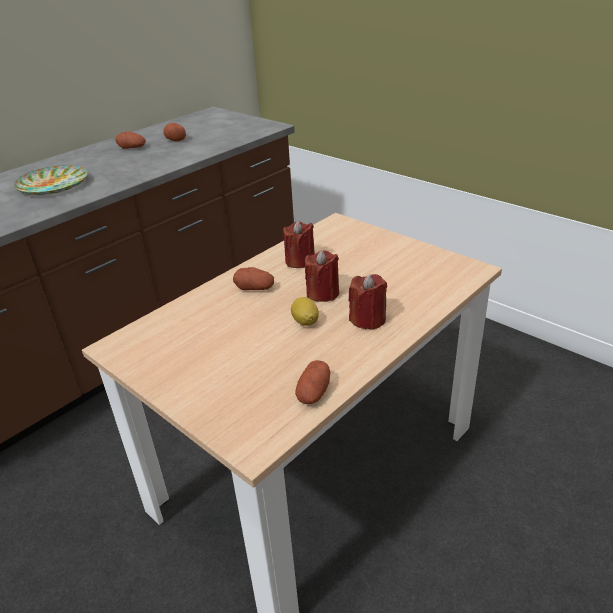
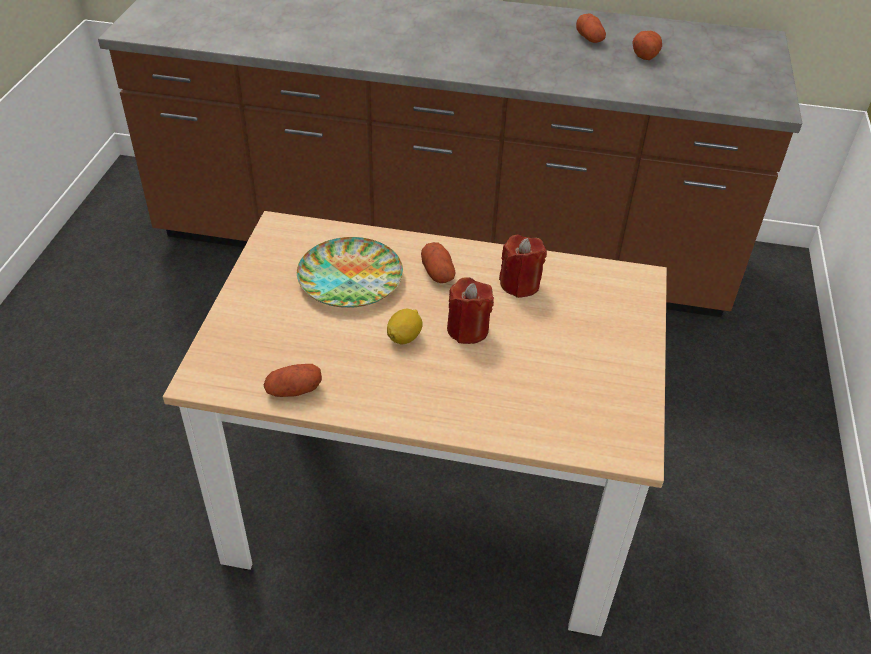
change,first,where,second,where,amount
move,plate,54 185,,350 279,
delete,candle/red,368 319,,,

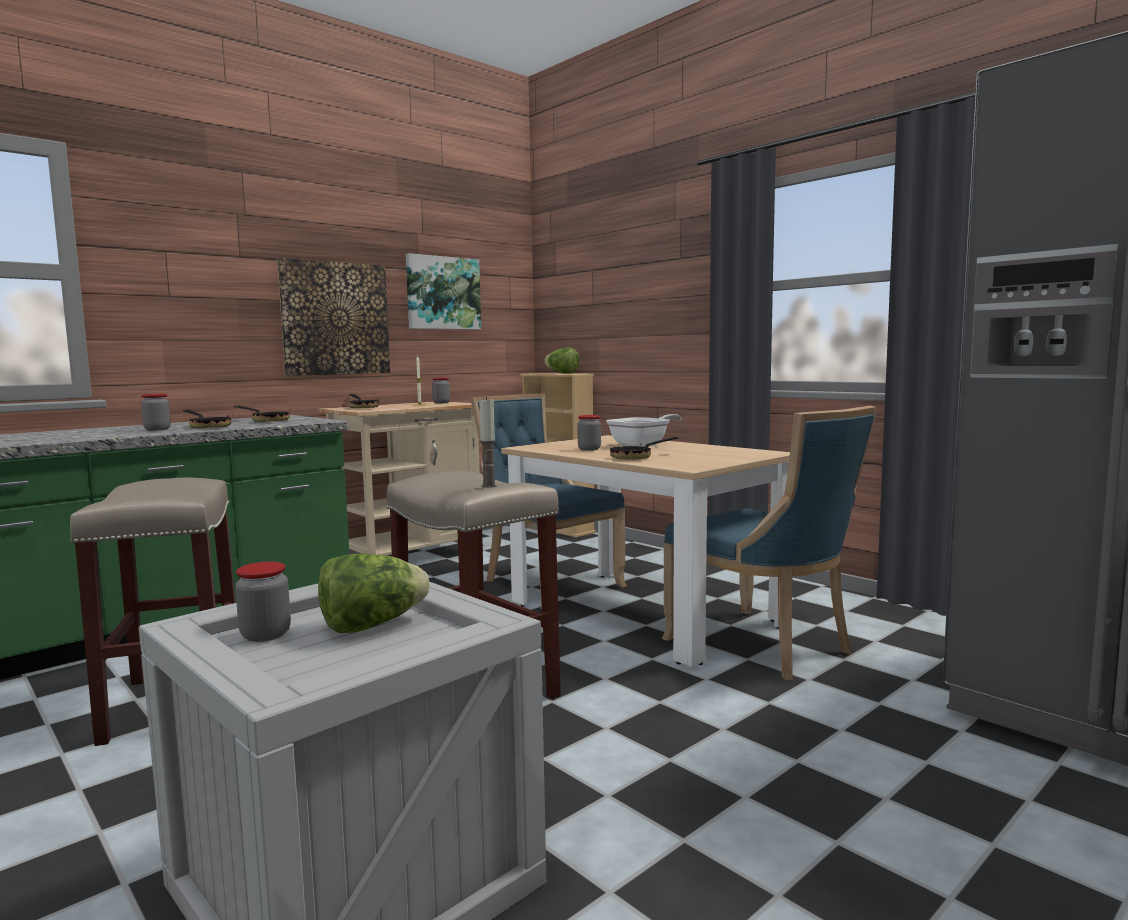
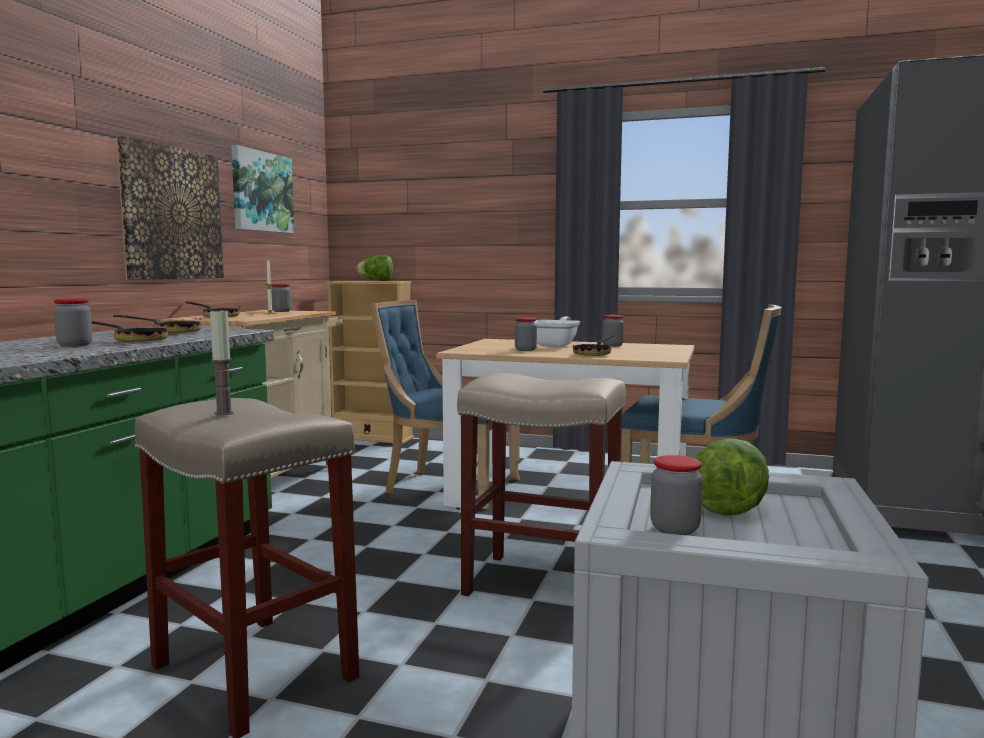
change,first,where,second,where,amount
move,candle,489 486,,224 413,
insert,,,jar,612 345,

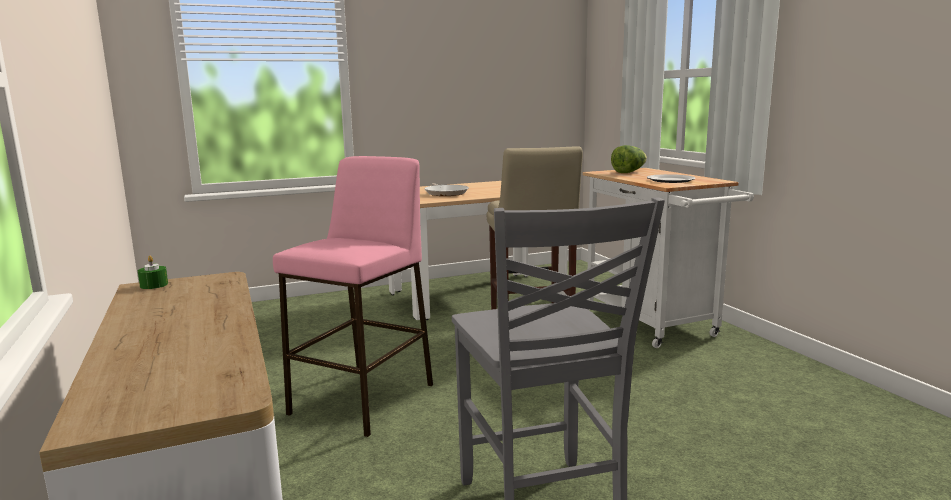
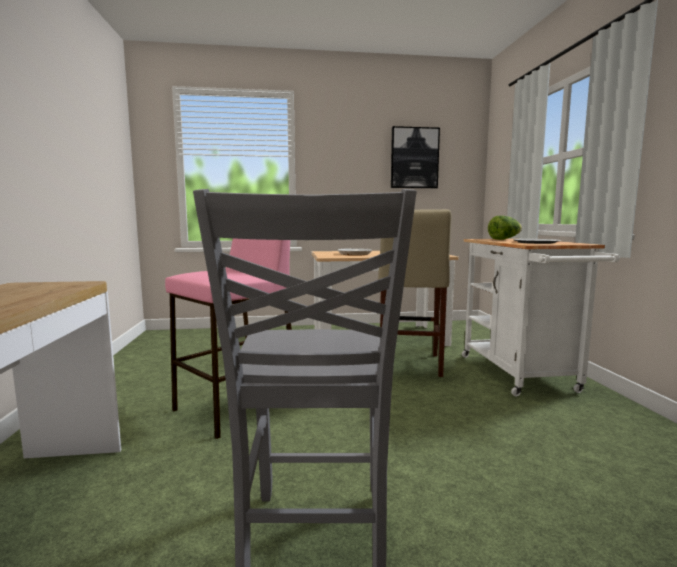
change,first,where,second,where,amount
delete,candle/green,154 285,,,
insert,,,picture,414 158,

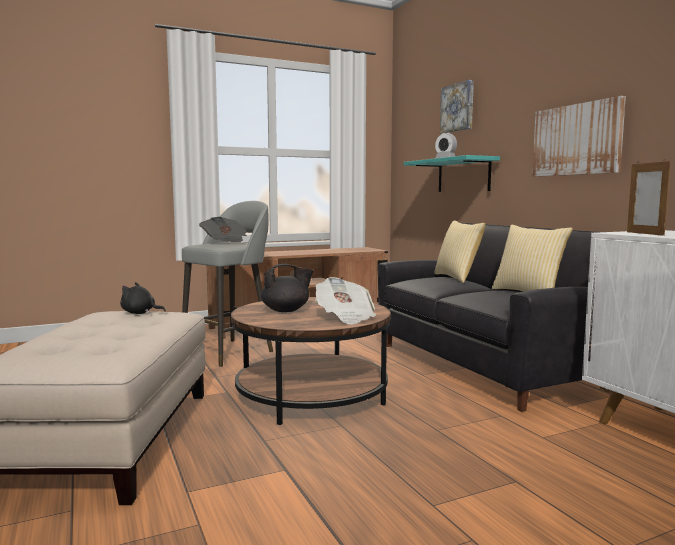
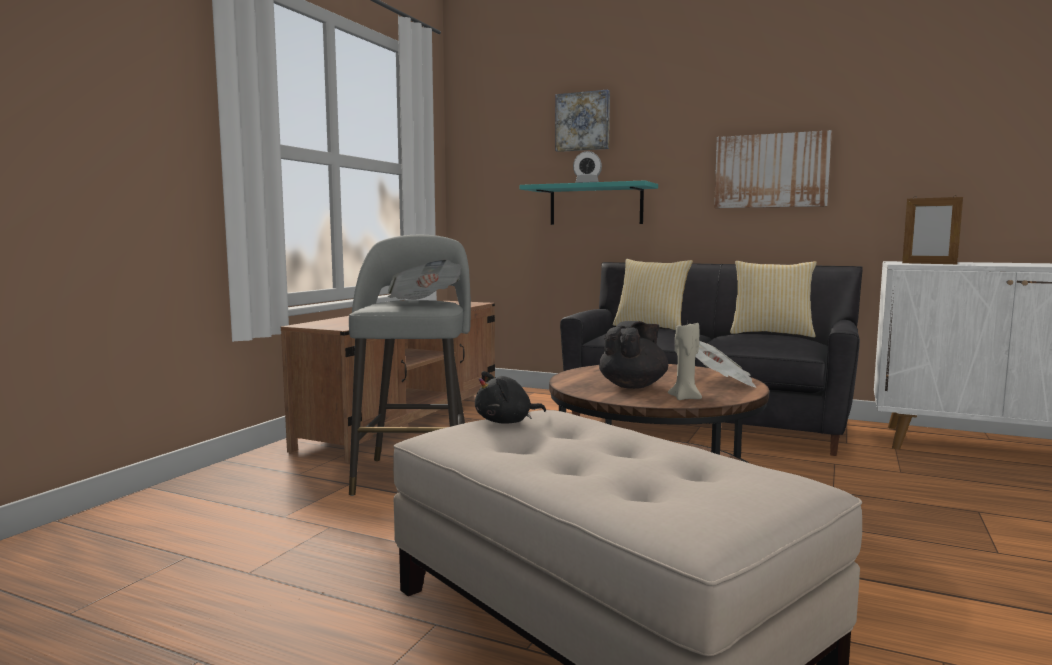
change,first,where,second,where,amount
insert,,,candle/beige,685 398,

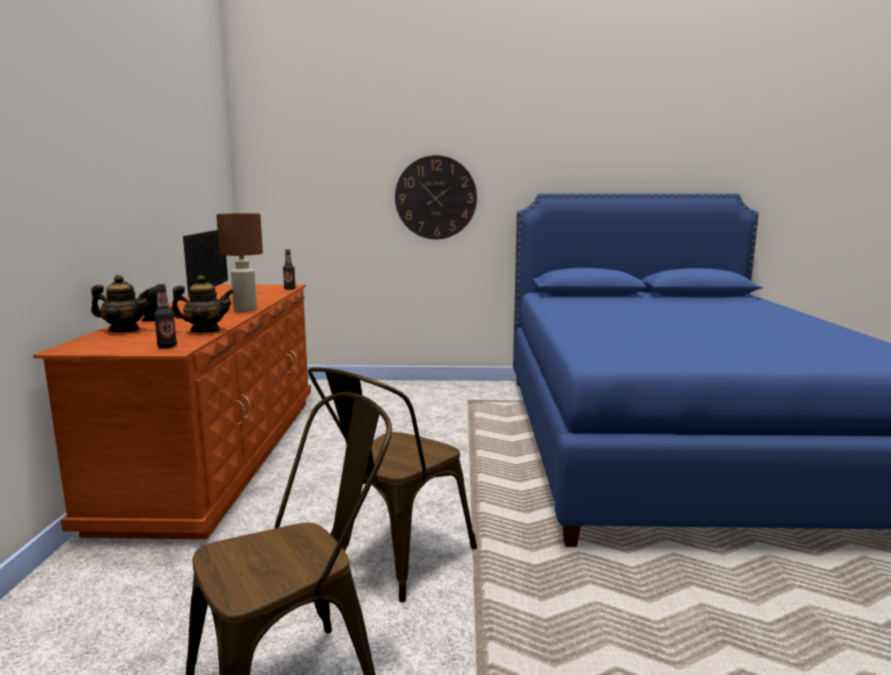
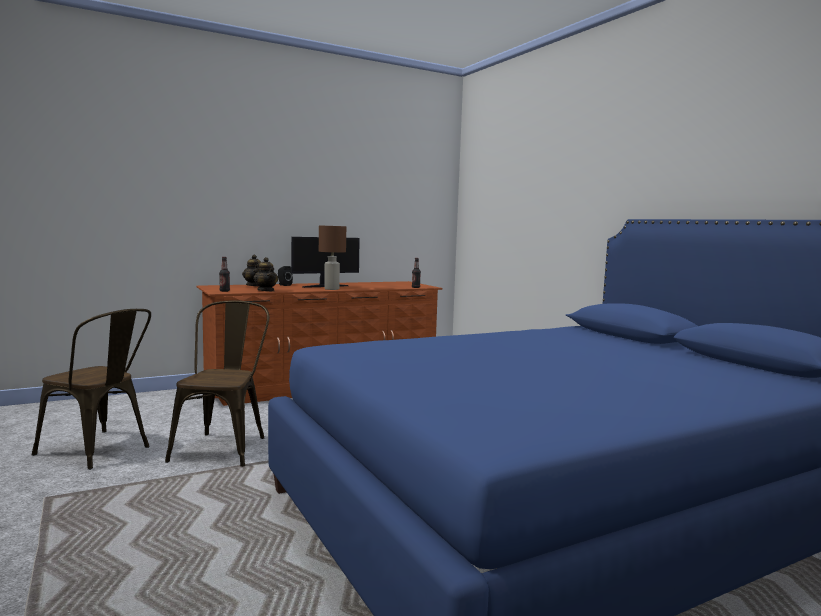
change,first,where,second,where,amount
delete,wall clock,435 197,,,
rotate,chair/brown,392 562,,224 446,90 degrees clockwise

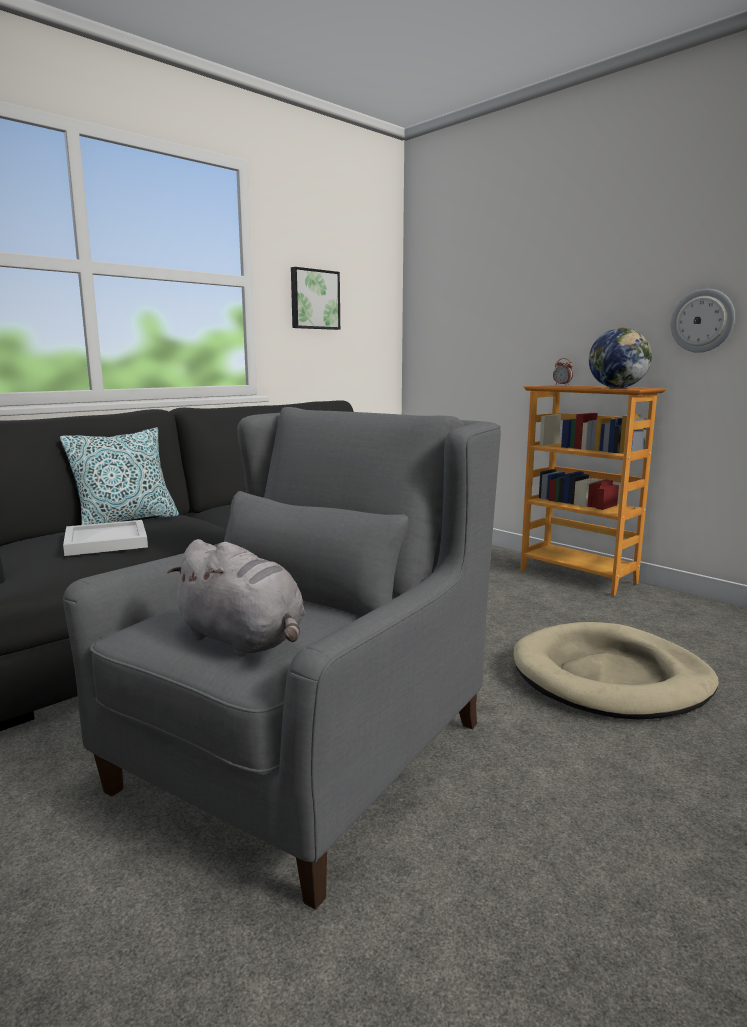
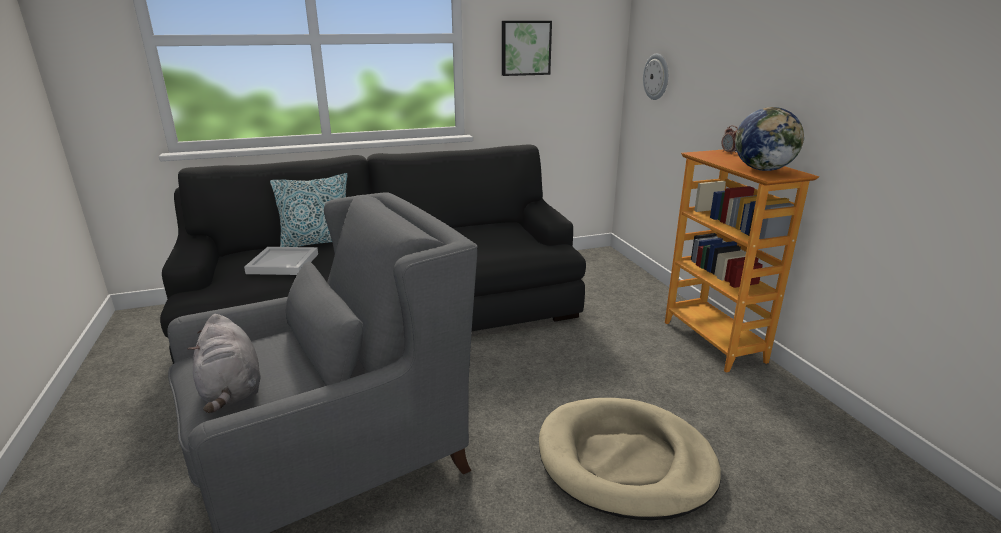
change,first,where,second,where,amount
move,wall clock,702 321,,656 77,

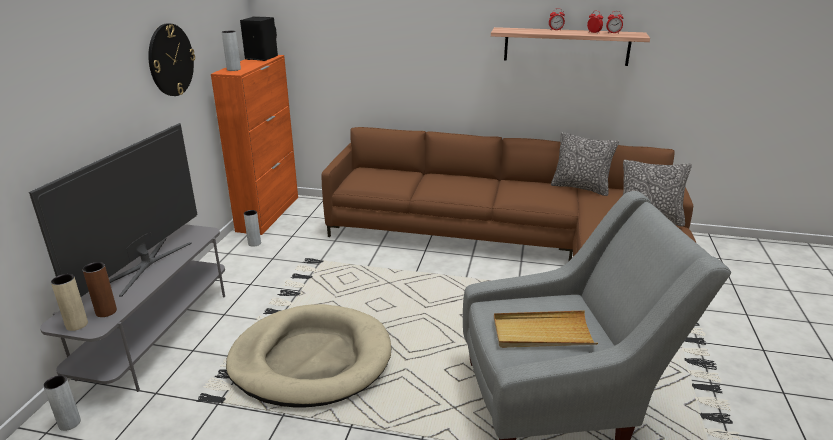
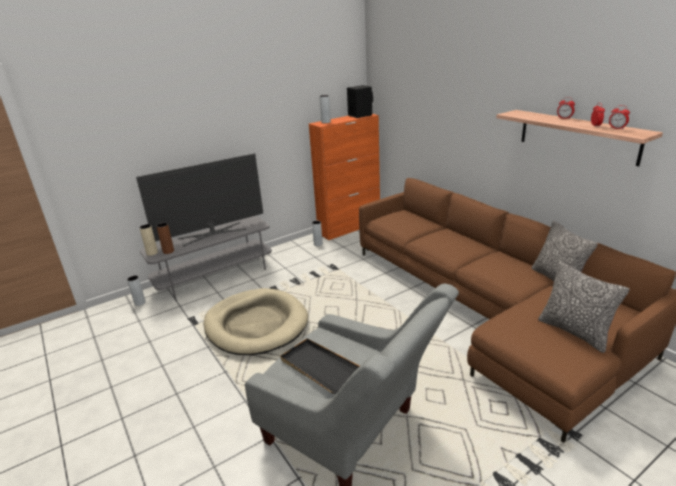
change,first,where,second,where,amount
delete,wall clock,170 60,,,
recolor,tray/beige,542 333,tray/black,319 367,

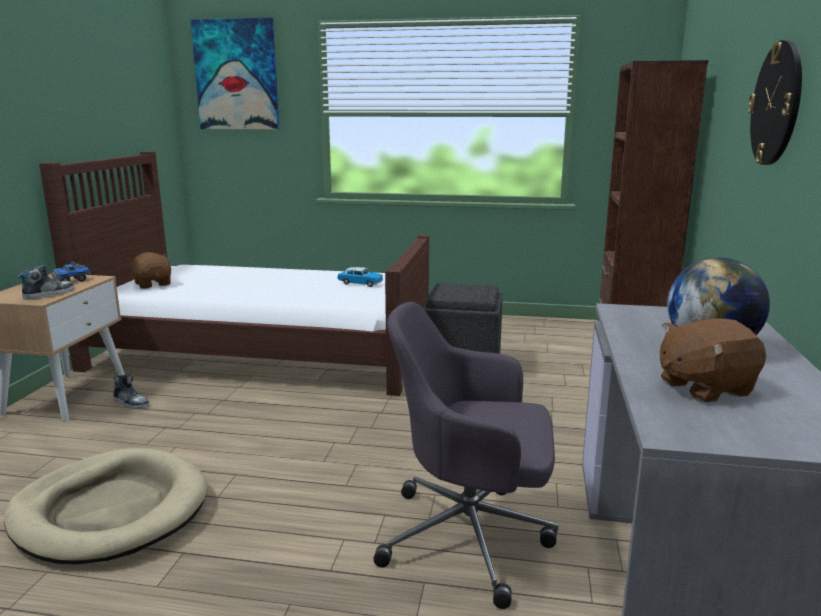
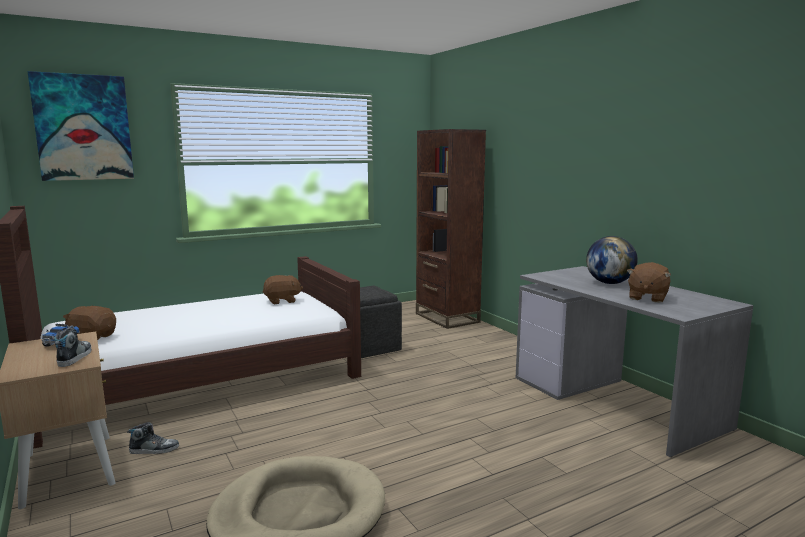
change,first,where,second,where,amount
delete,wall clock,776 104,,,
replace,toy car,360 283,plush toy/brown,282 301,
delete,office chair/grey,471 537,,,

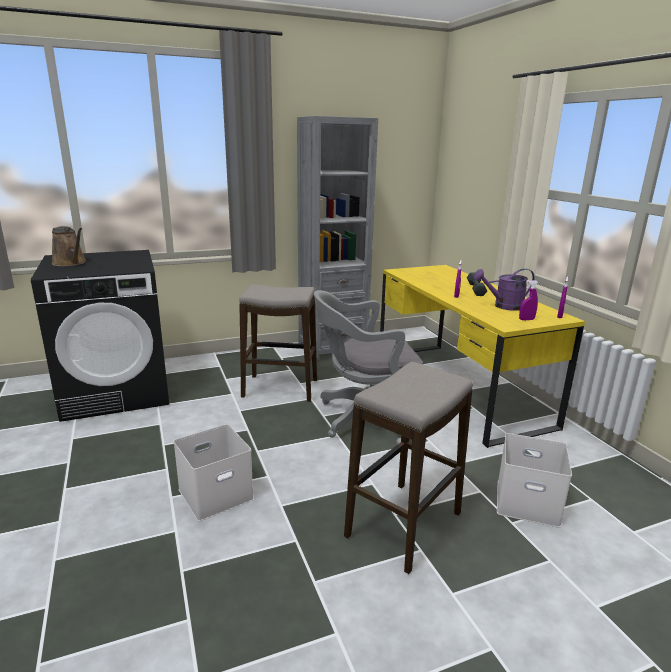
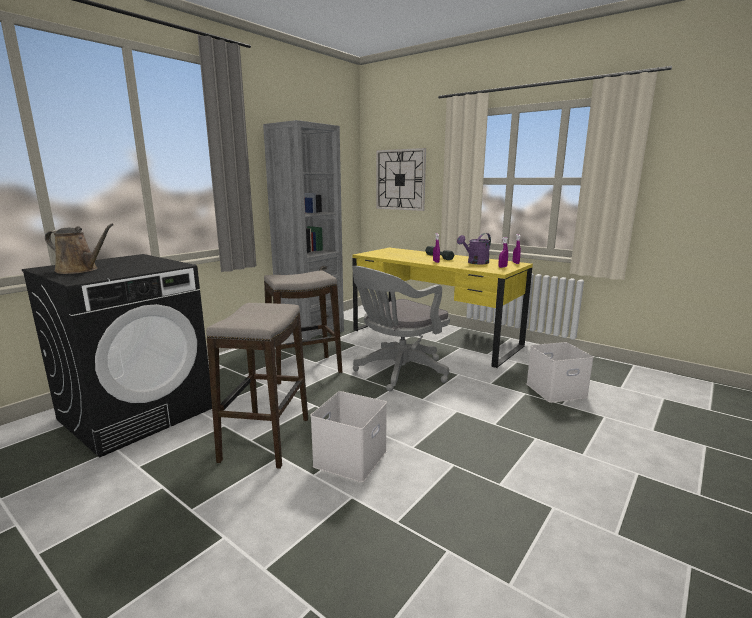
change,first,where,second,where,amount
move,stool,403 525,,265 439,
insert,,,wall clock,400 180,

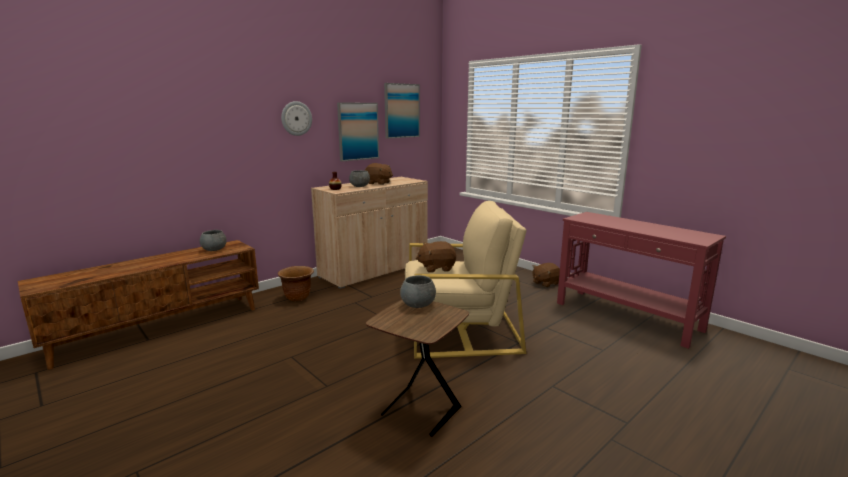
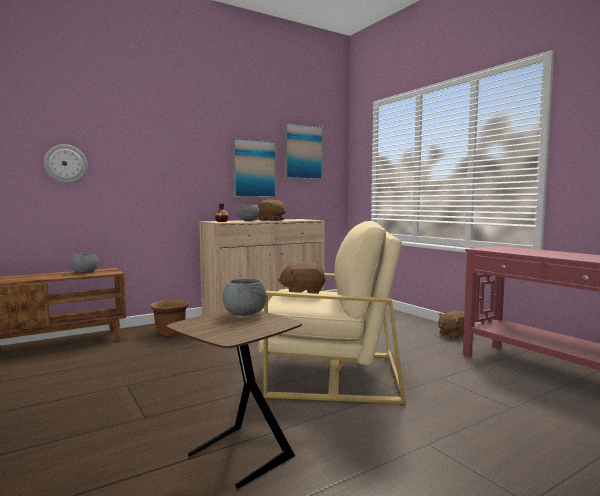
change,first,where,second,where,amount
move,wall clock,296 118,,66 164,

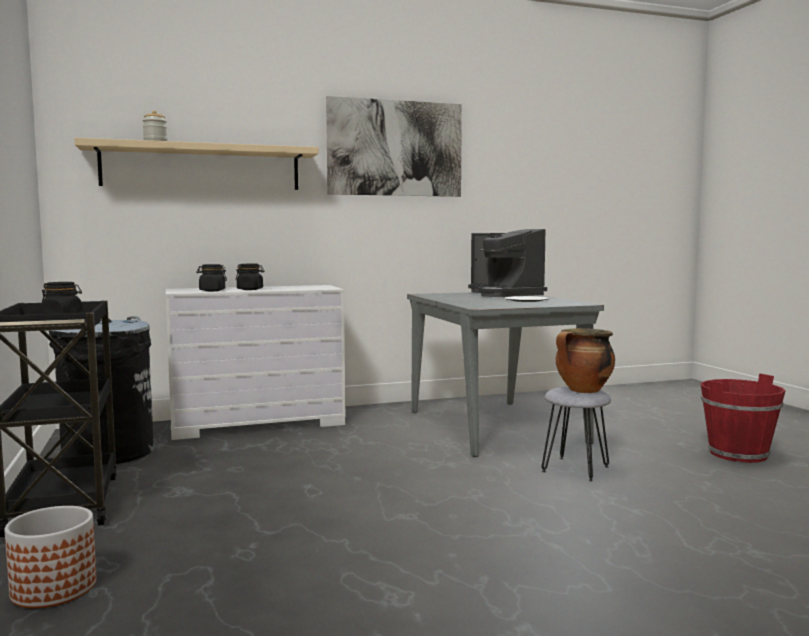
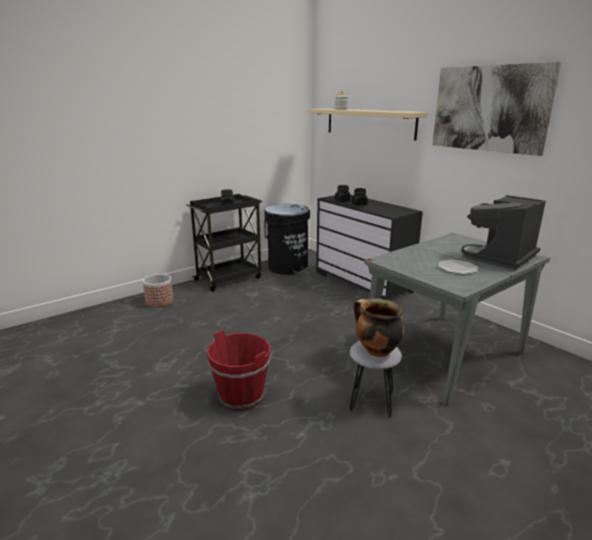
change,first,where,second,where,amount
recolor,dresser/white,258 423,dresser/black,363 282,
move,bucket/red,738 454,,241 396,

